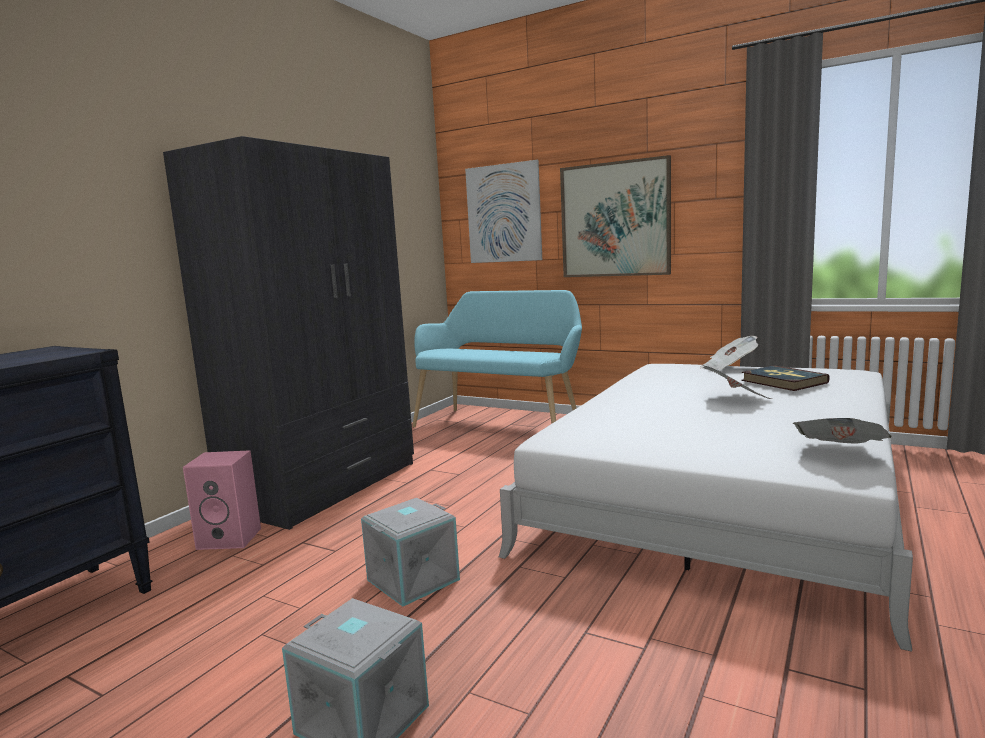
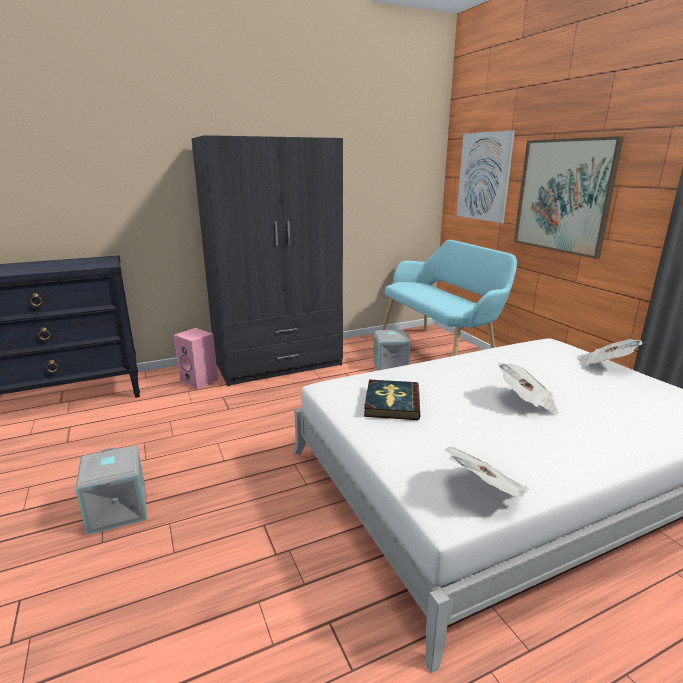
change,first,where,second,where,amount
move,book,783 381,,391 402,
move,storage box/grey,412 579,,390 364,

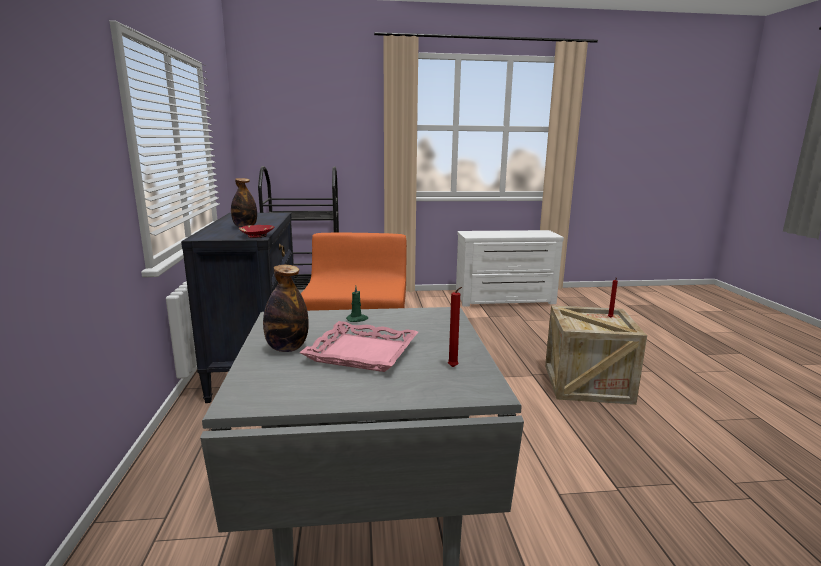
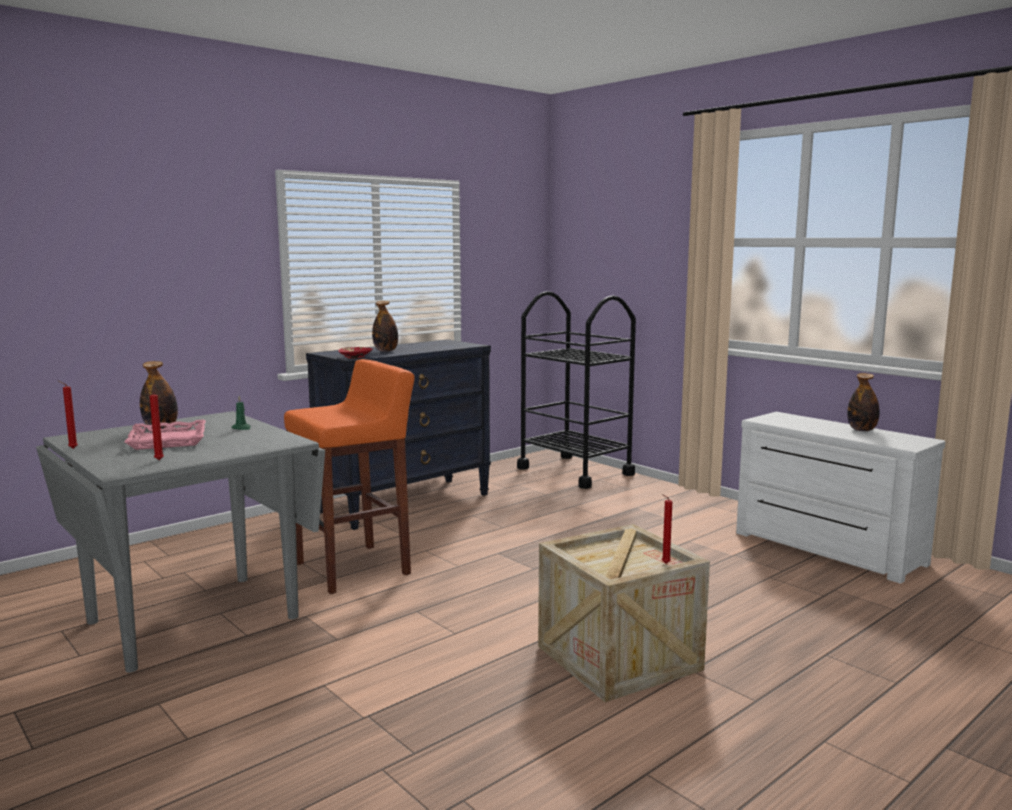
change,first,where,second,where,amount
insert,,,bottle,861 430,
insert,,,candle/red,71 448,

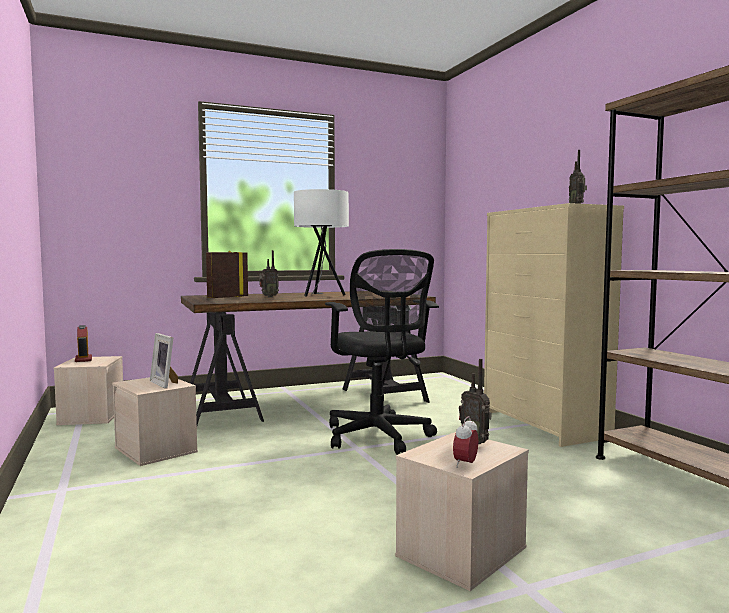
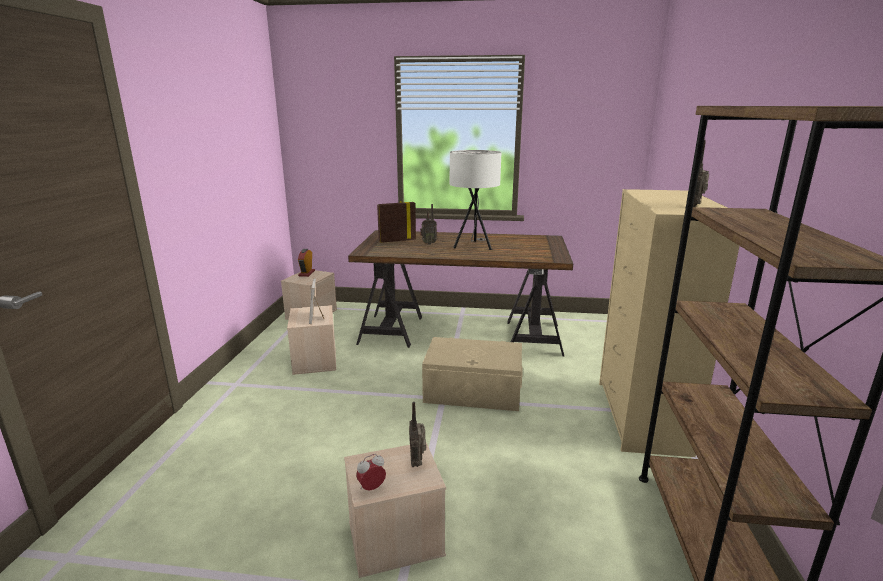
change,first,where,second,where,amount
replace,office chair/black,379 437,storage box/beige,473 390,

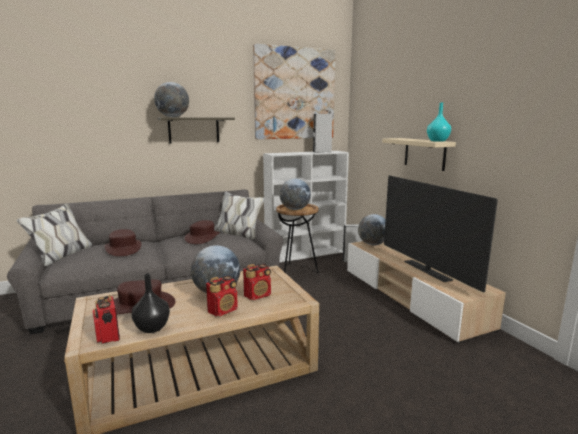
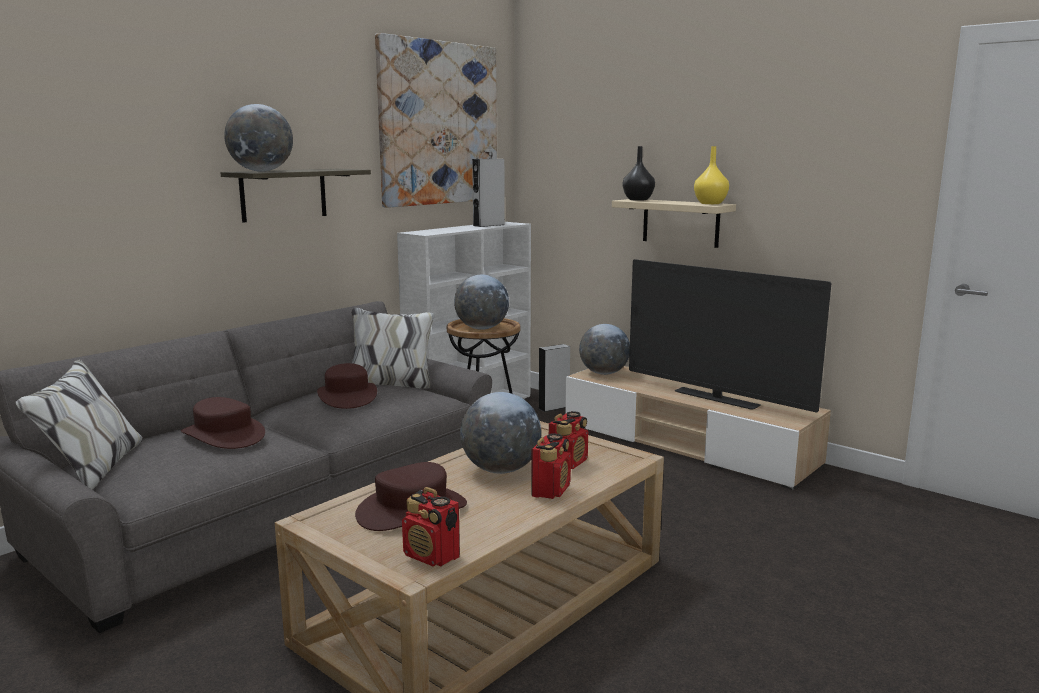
change,first,where,second,where,amount
recolor,vase/turquoise,438 141,vase/yellow,710 203,
move,vase/black,151 328,,637 199,

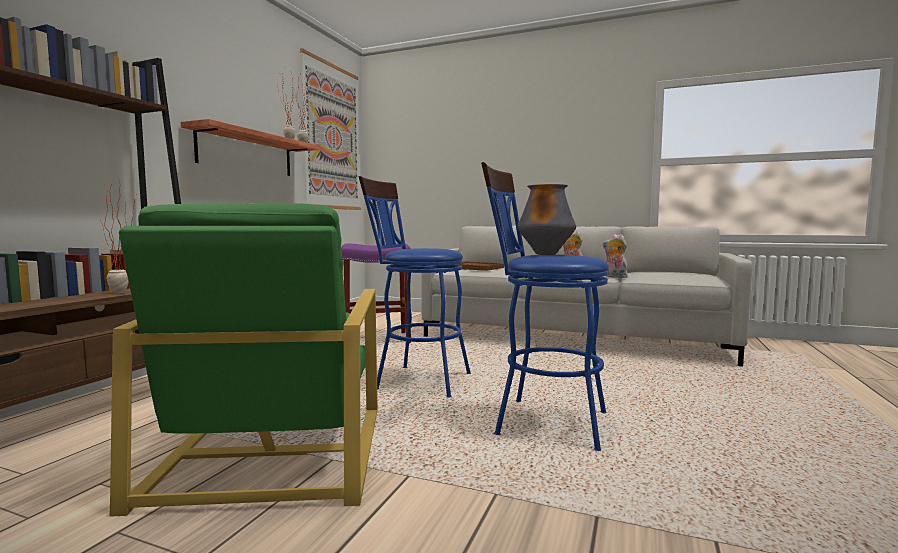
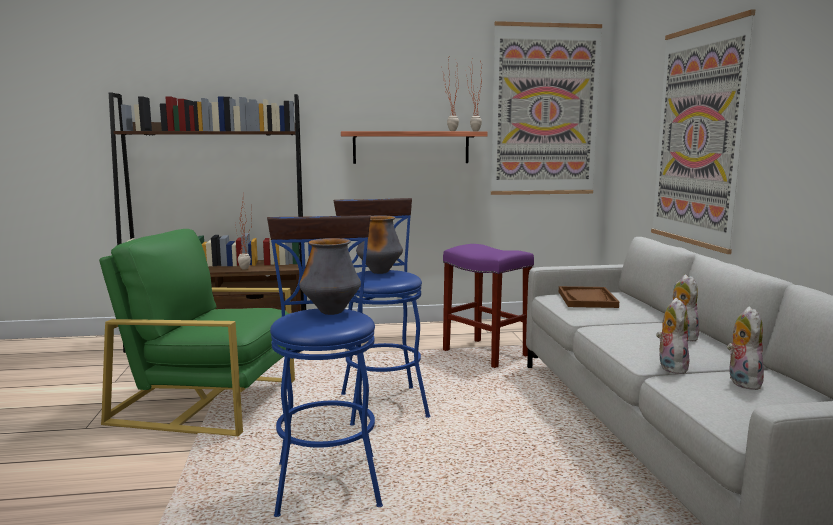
change,first,where,second,where,amount
rotate,armchair/green,273 451,,208 401,45 degrees clockwise
insert,,,picture,697 136,
insert,,,vase,380 272,
insert,,,plush toy,741 381,

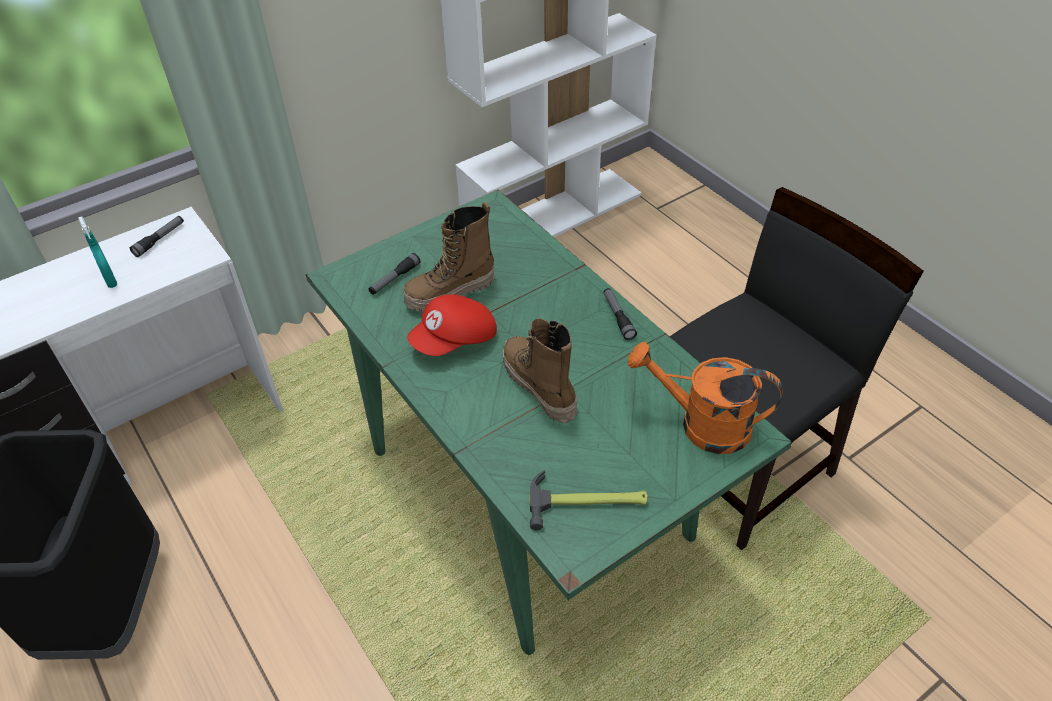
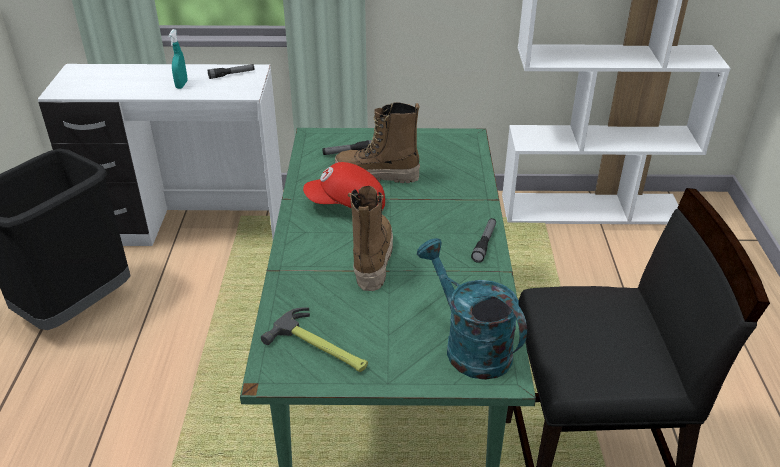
change,first,where,second,where,amount
recolor,watering can/orange,702 425,watering can/turquoise,469 346,

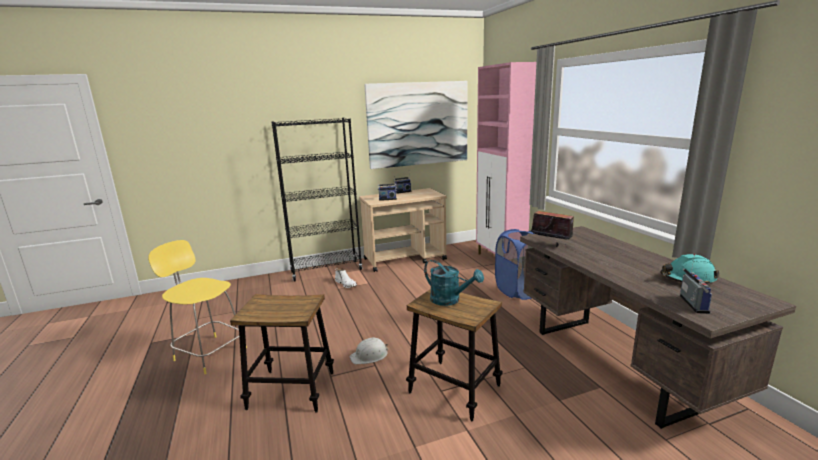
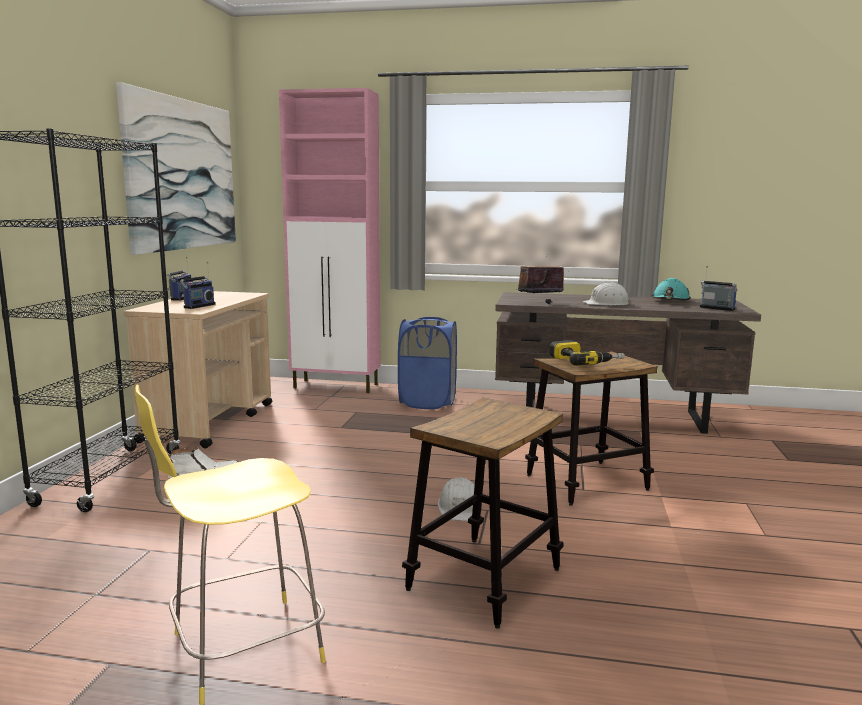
change,first,where,second,where,amount
replace,watering can/turquoise,450 300,power drill,585 361,
insert,,,hard hat/white,607 304,

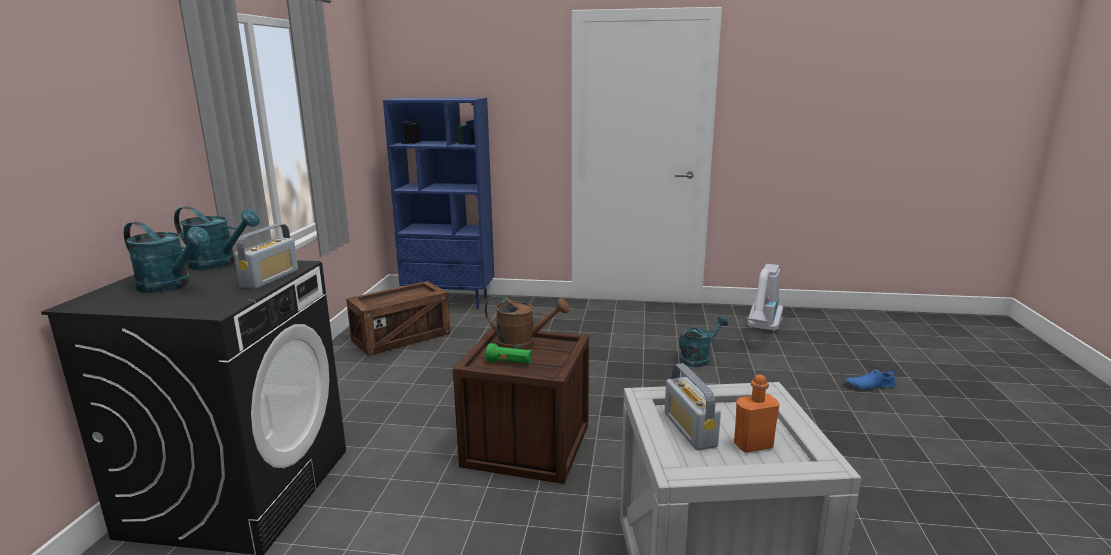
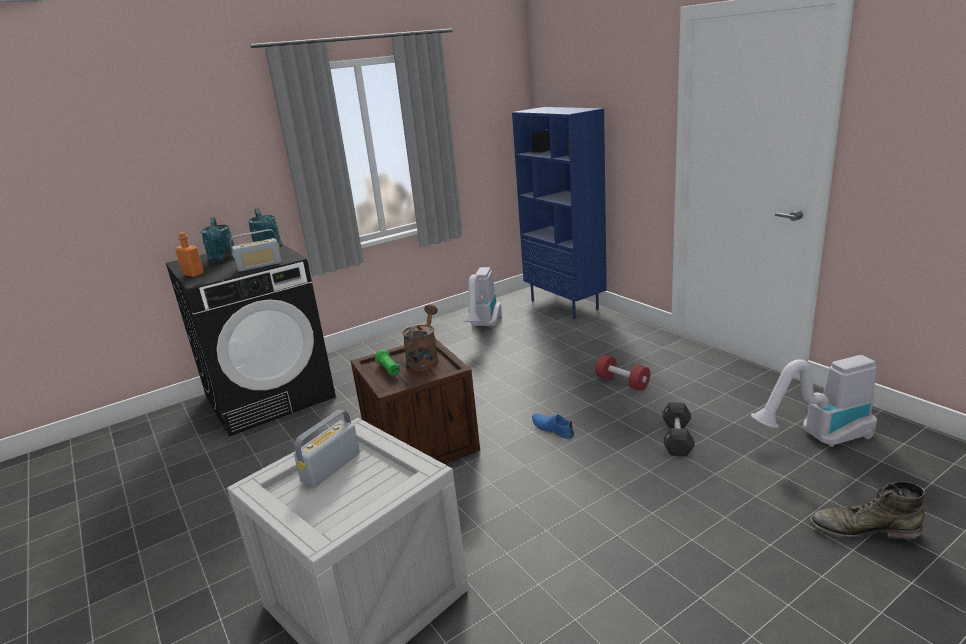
change,first,where,second,where,amount
replace,crate,401 337,vacuum cleaner,484 327,
rotate,watering can/brown,523 344,,424 359,135 degrees counterclockwise
replace,watering can/turquoise,698 359,dumbbell/black,677 438,
move,shoe/blue,869 386,,552 428,
move,bottle/orange,753 445,,193 274,
insert,,,dumbbell/red,622 382,
insert,,,boot/green,863 529,

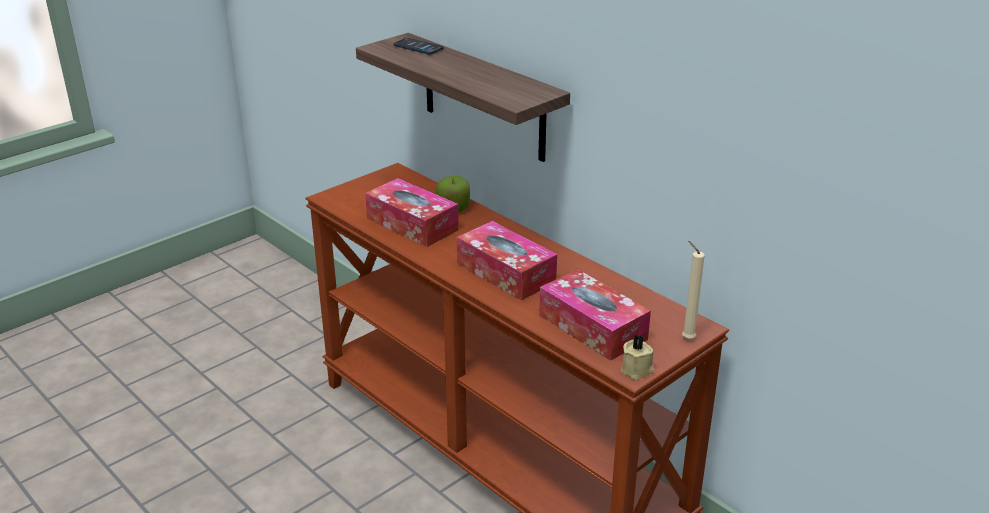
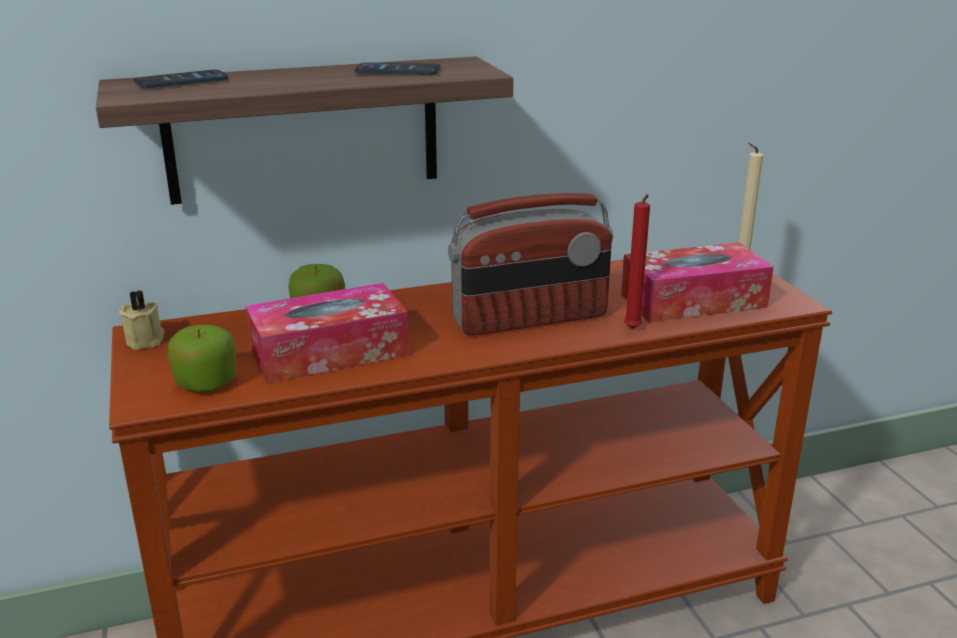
change,first,where,second,where,amount
replace,tissue box,506 273,radio,530 319,
move,candle/beige,637 370,,146 340,
insert,,,phone,398 71,
insert,,,candle/red,633 330,
insert,,,apple,206 383,

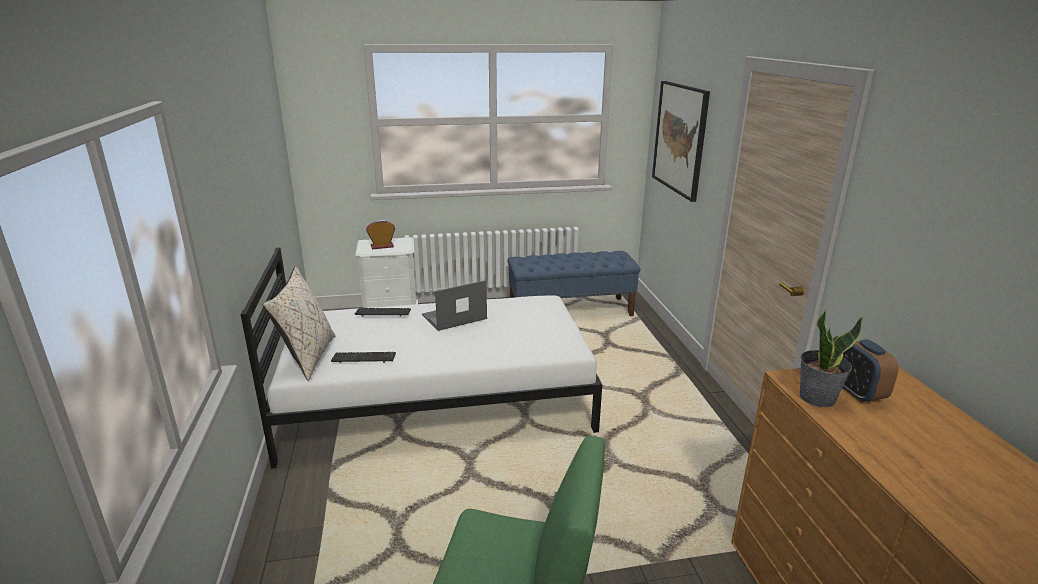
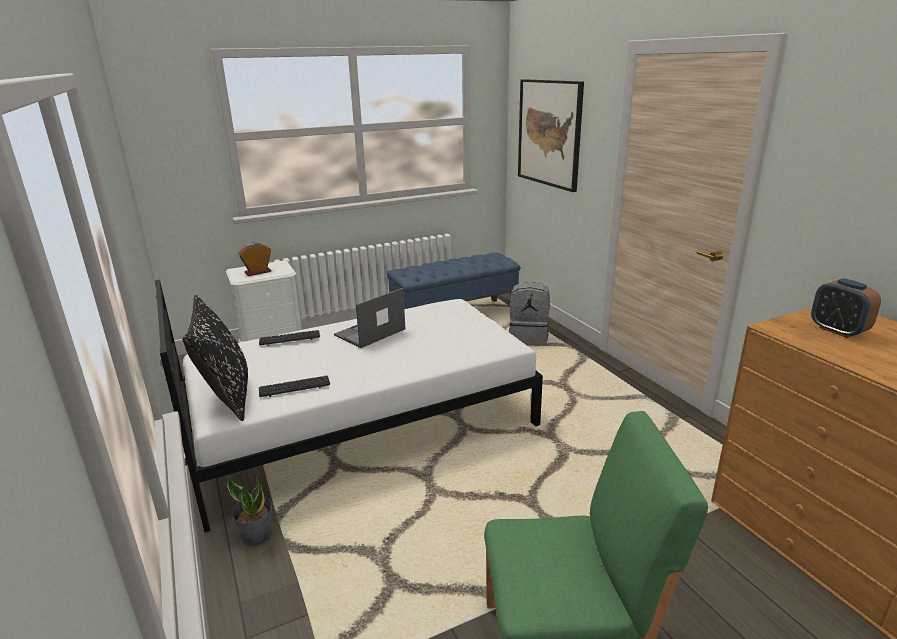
change,first,where,second,where,amount
recolor,pillow/beige,307 357,pillow/black,227 397,
move,potted plant,816 397,,257 535,
insert,,,backpack/grey,528 337,

